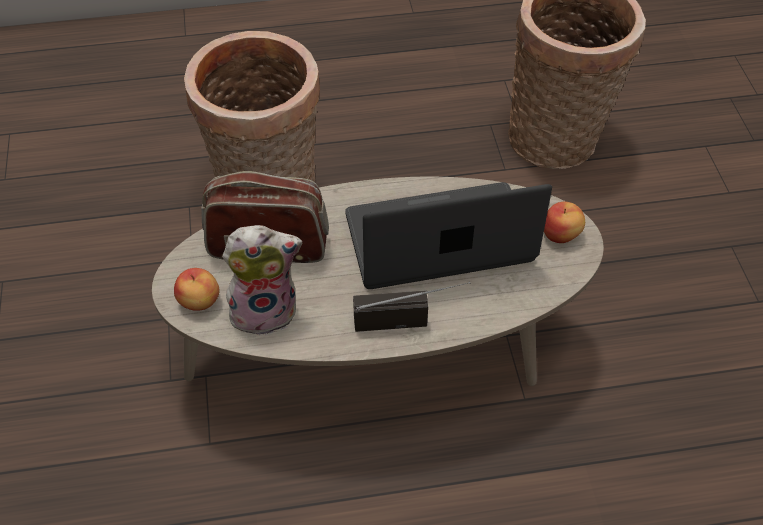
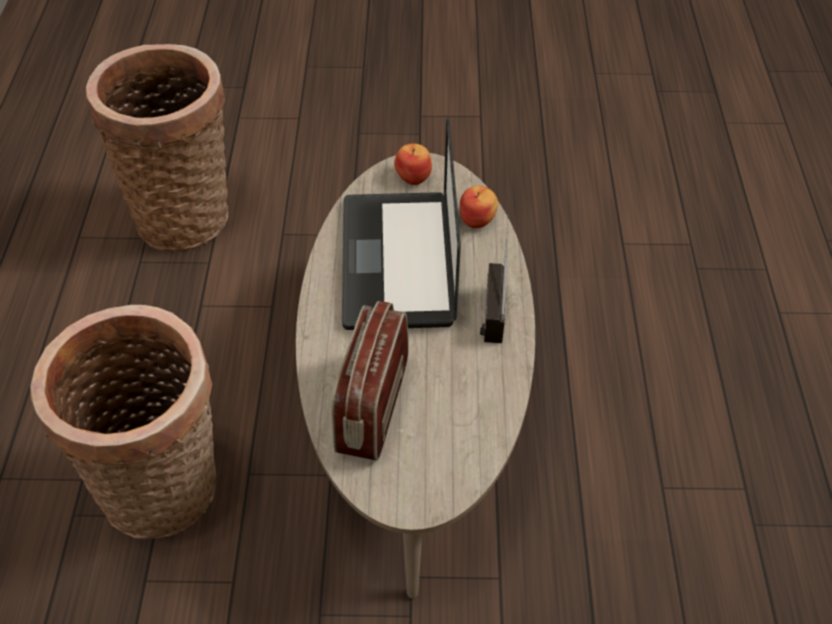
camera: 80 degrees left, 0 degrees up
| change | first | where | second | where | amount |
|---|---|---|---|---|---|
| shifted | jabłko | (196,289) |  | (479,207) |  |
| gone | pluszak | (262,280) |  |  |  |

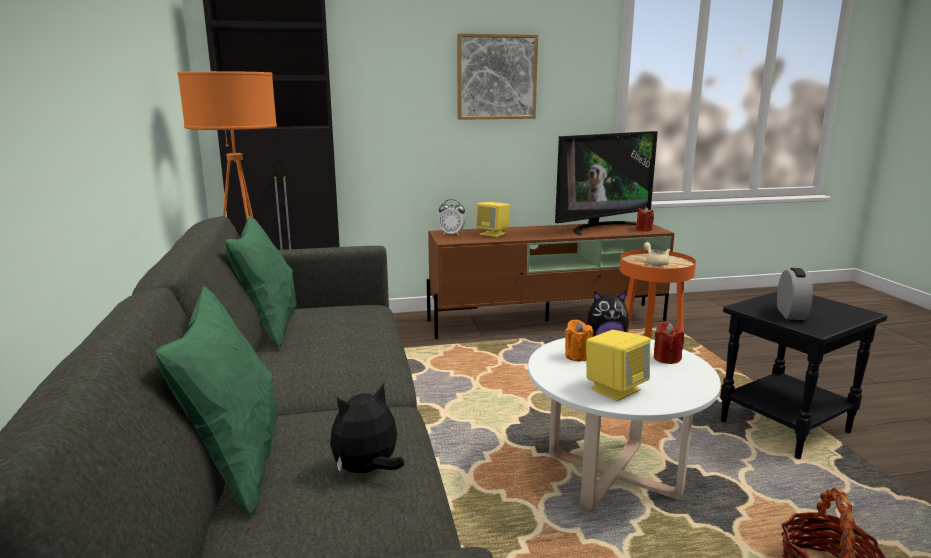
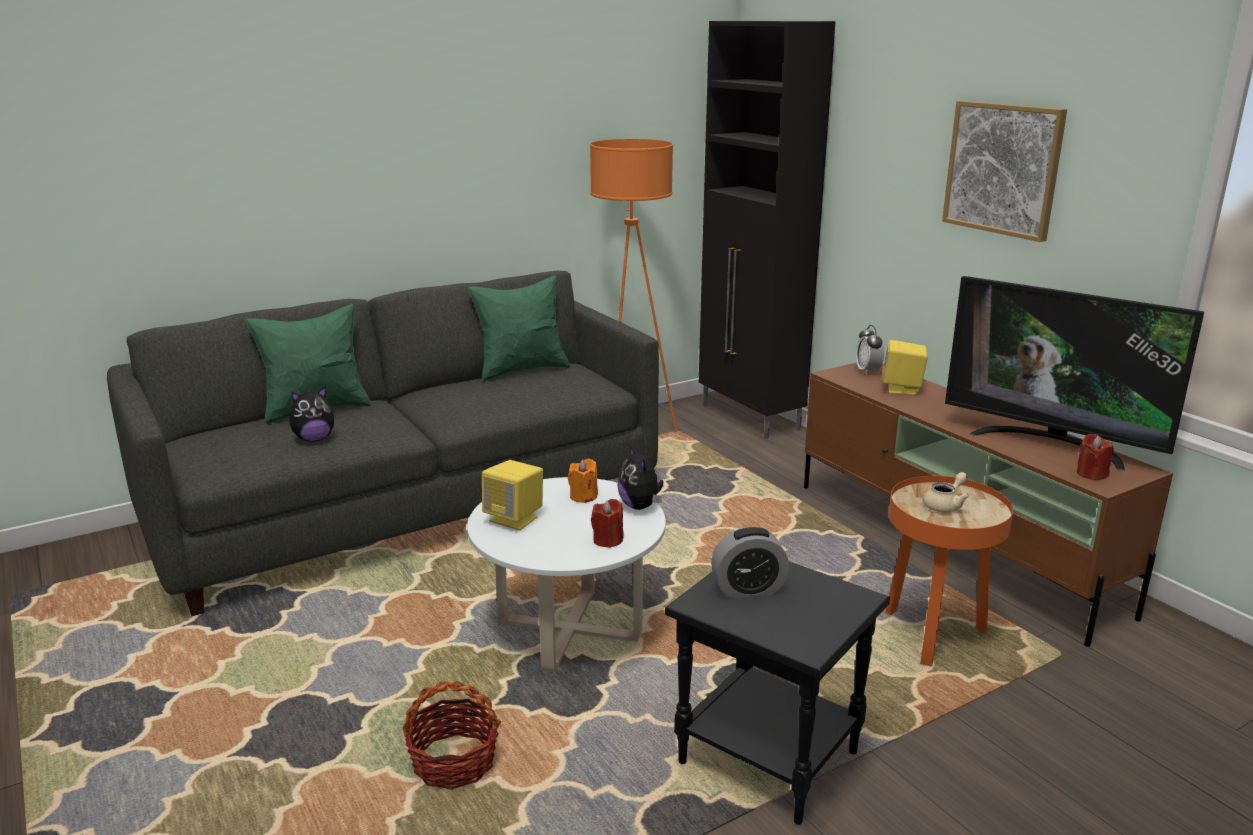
camera: 70 degrees right, 5 degrees up
| change | first | where | second | where | amount |
|---|---|---|---|---|---|
| rotated | pluszak | (367,428) |  | (313,414) | 120 degrees clockwise |

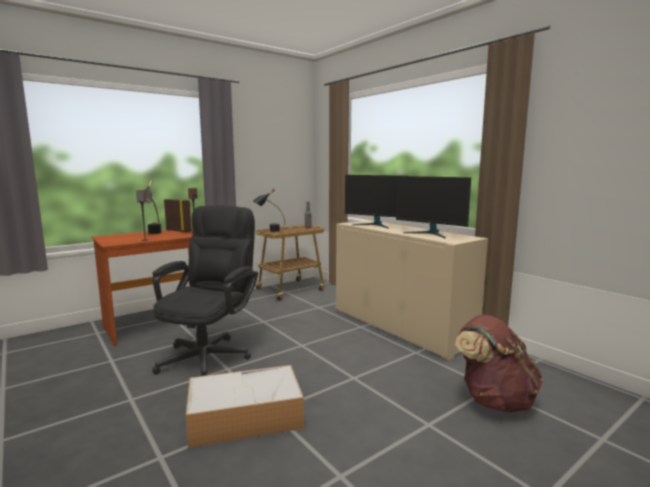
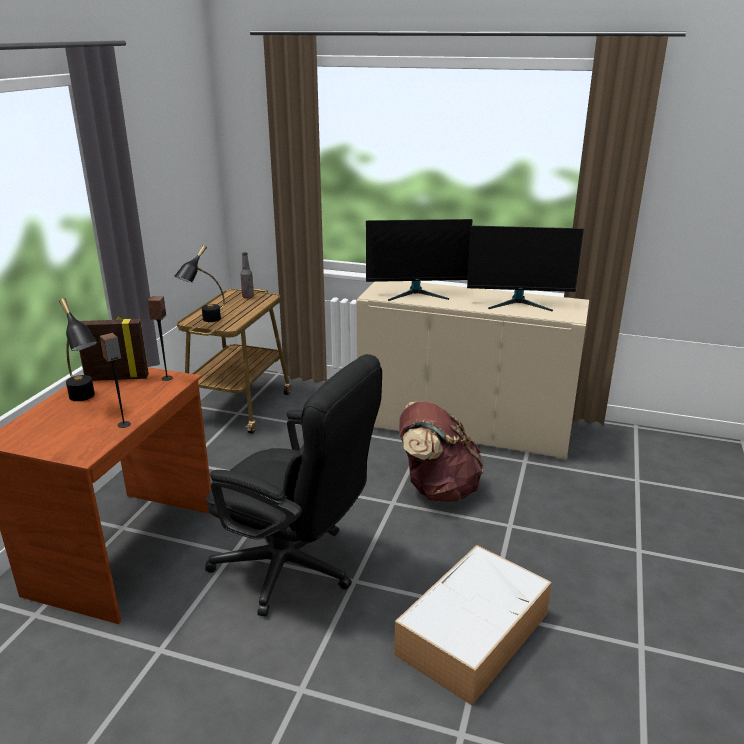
camera: 35 degrees left, 15 degrees up
| change | first | where | second | where | amount |
|---|---|---|---|---|---|
| rotated | krzesło biurowe (czarny) | (205,290) |  | (293,485) | 135 degrees clockwise |
| shifted | plecak (brązowy) | (499,363) |  | (441,451) |  |

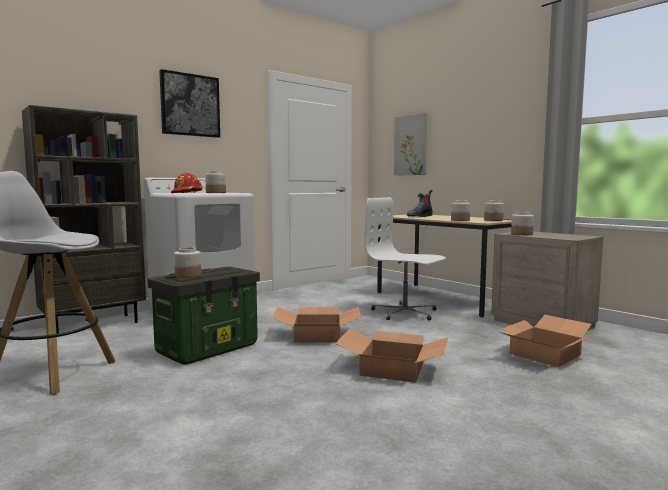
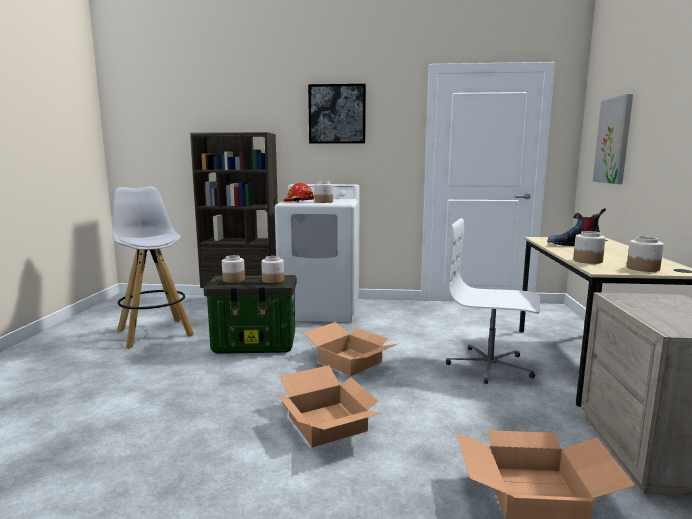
camera: 45 degrees right, 5 degrees up
| change | first | where | second | where | amount |
|---|---|---|---|---|---|
| shifted | słoik | (522,223) |  | (272,269) |  |
| rotated | krzesło biurowe (biały) | (405,258) |  | (493,301) | 60 degrees counterclockwise |

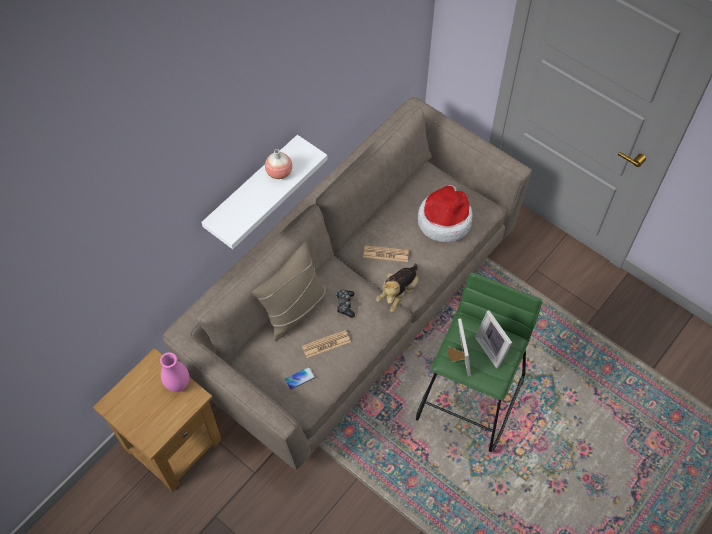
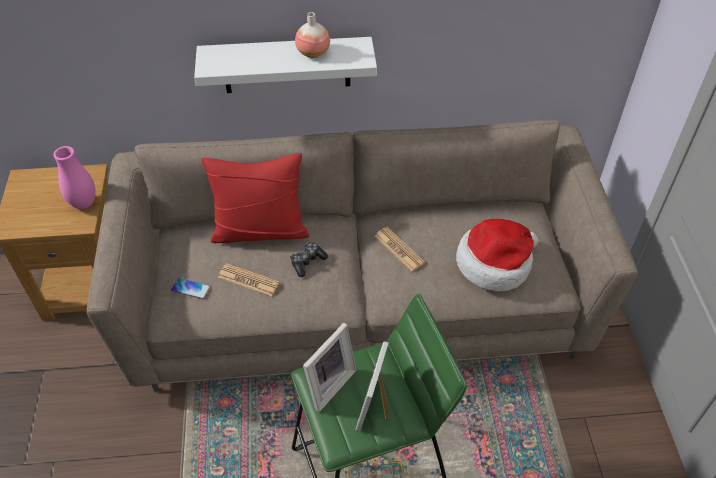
camera: 45 degrees right, 10 degrees down
| change | first | where | second | where | amount |
|---|---|---|---|---|---|
| repainted | poduszka (beżowy) | (290,291) | poduszka (czerwony) | (255,198) |  |
| gone | pluszak | (397,288) |  |  |  |

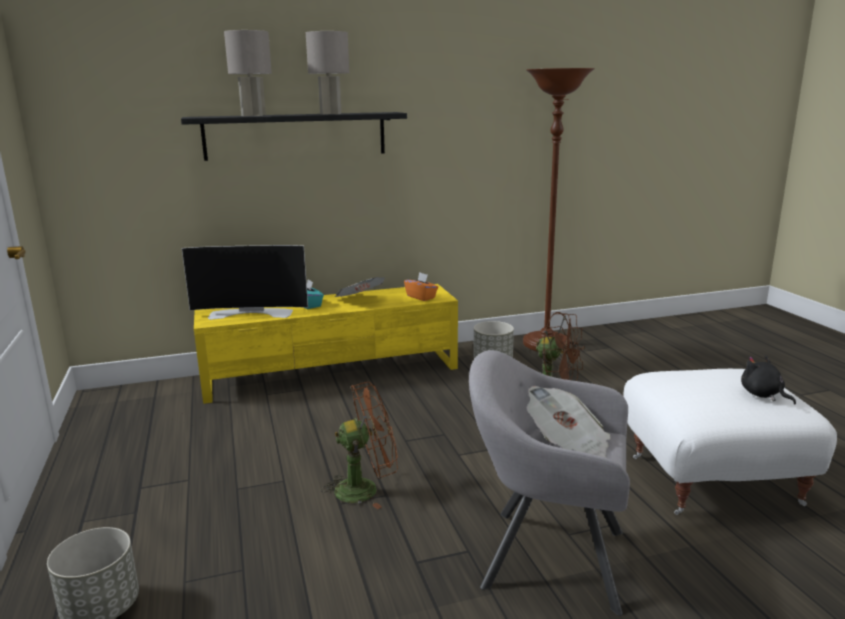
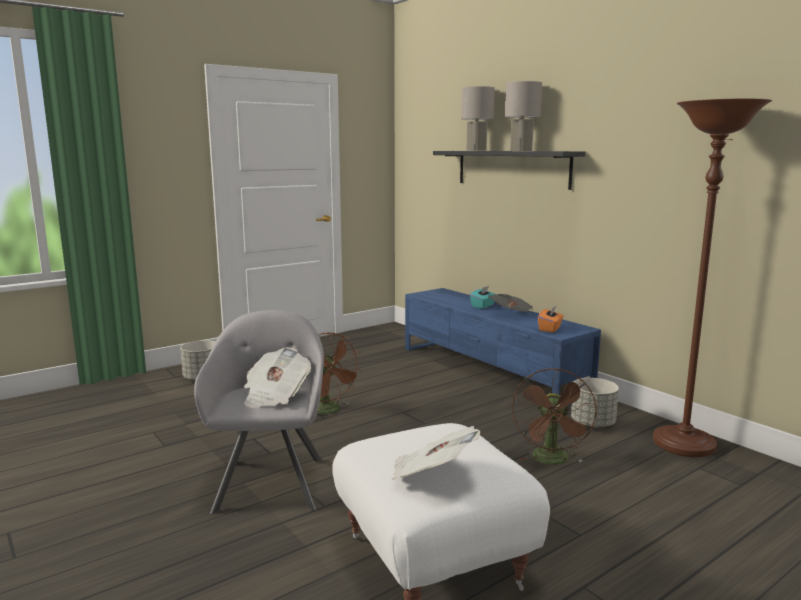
camera: 70 degrees right, 5 degrees down
| change | first | where | second | where | amount |
|---|---|---|---|---|---|
| swapped | pluszak (czarny) | (768,380) | gazeta | (436,453) |  |
| repainted | szafka pod telewizor (żółty) | (326,344) | szafka pod telewizor (niebieski) | (503,347) |  |
| gone | telewizor | (245,282) |  |  |  |

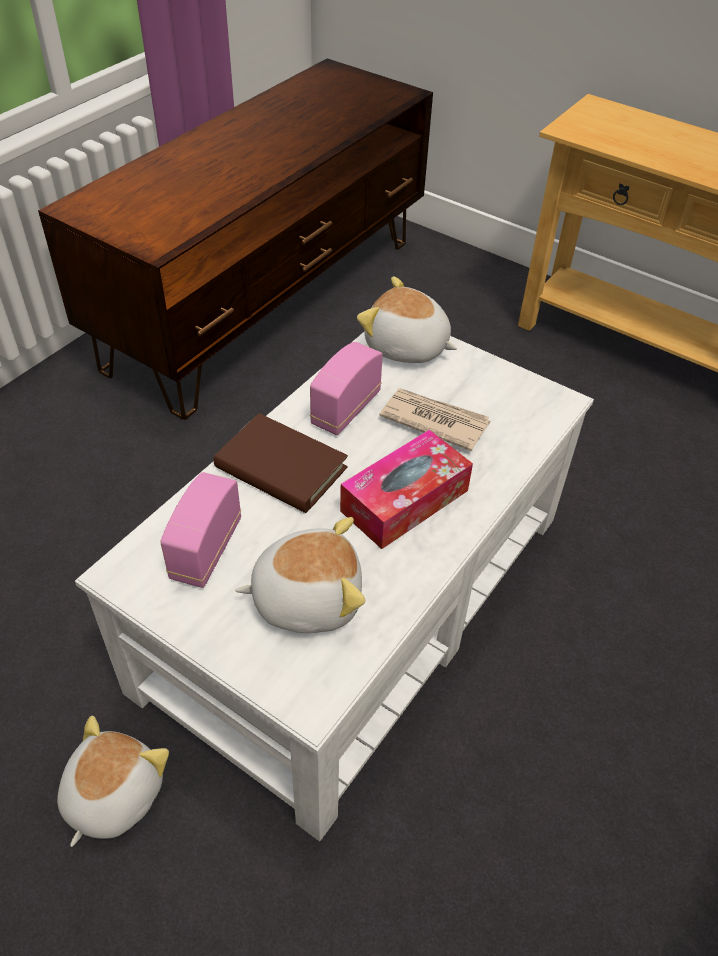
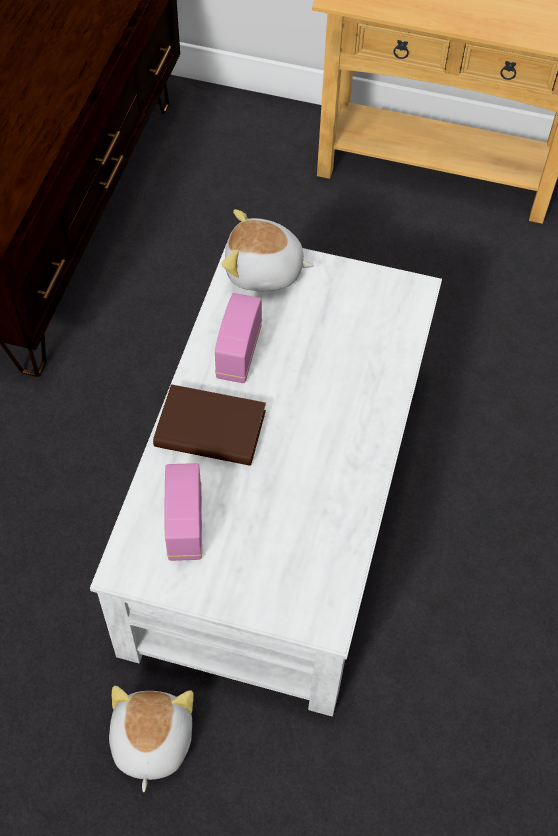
camera: 20 degrees left, 10 degrees up
| change | first | where | second | where | amount |
|---|---|---|---|---|---|
| gone | pluszak | (300,575) |  |  |  |
| gone | pudełko chusteczek | (406,489) |  |  |  |
| gone | gazeta | (434,419) |  |  |  |

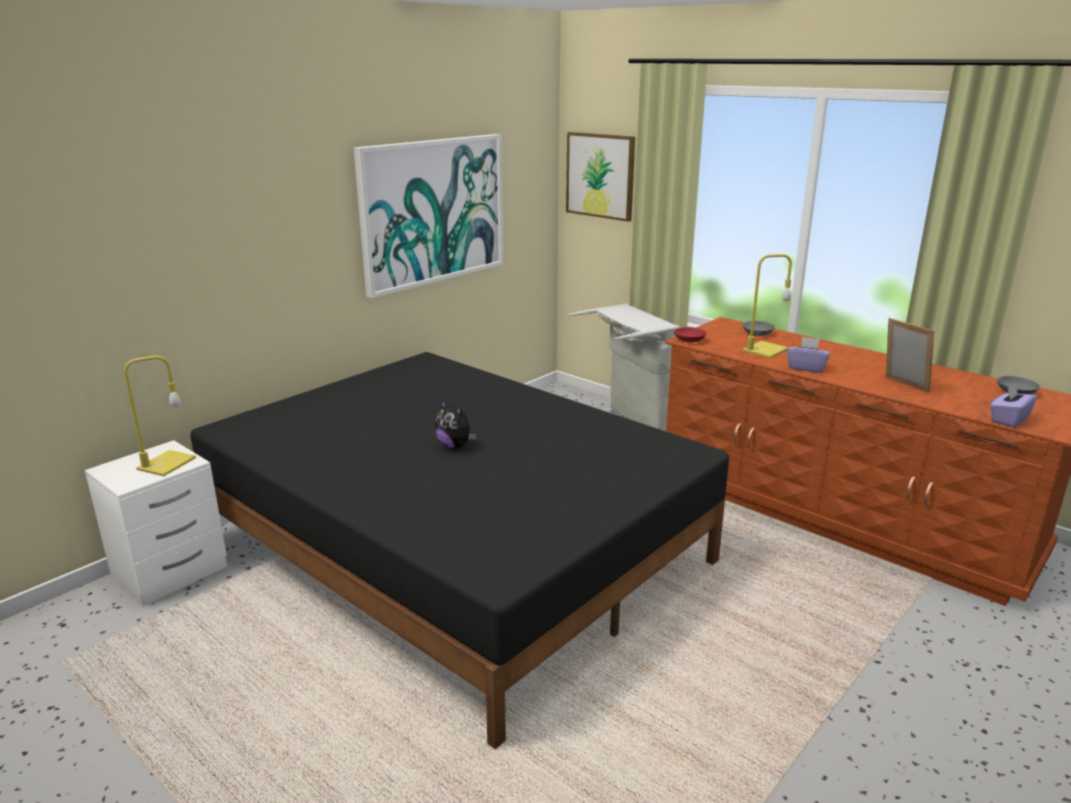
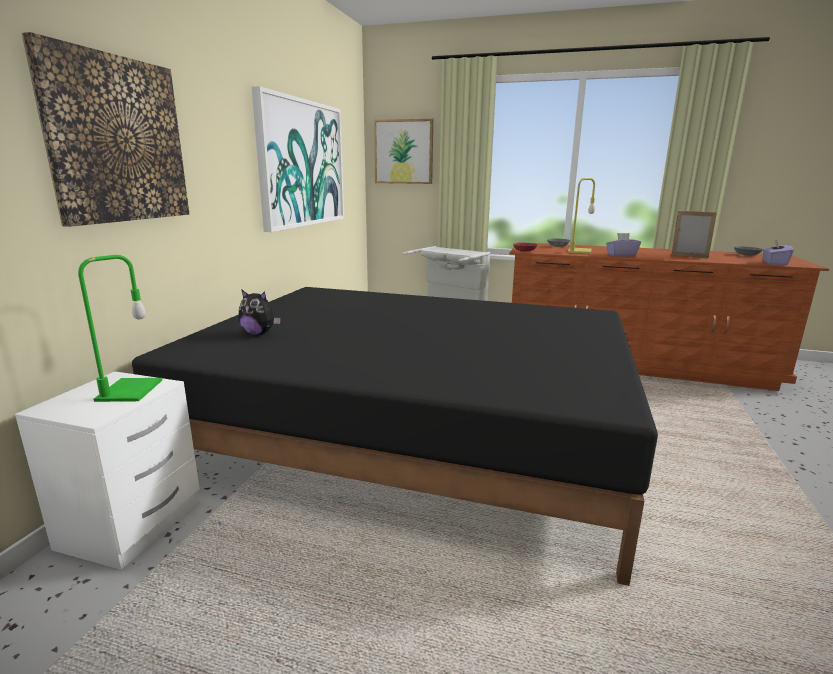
camera: 25 degrees left, 5 degrees down
| change | first | where | second | where | amount |
|---|---|---|---|---|---|
| new |  |  | obraz | (105,129) |  |
| repainted | lampa stołowa (żółty) | (160,416) | lampa stołowa (zielony) | (120,328) |  |
| shifted | pluszak | (455,424) |  | (259,312) |  |

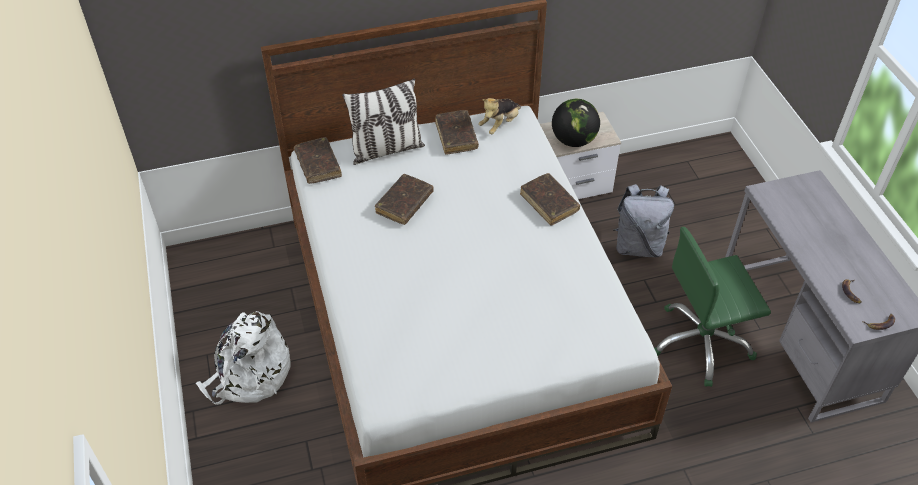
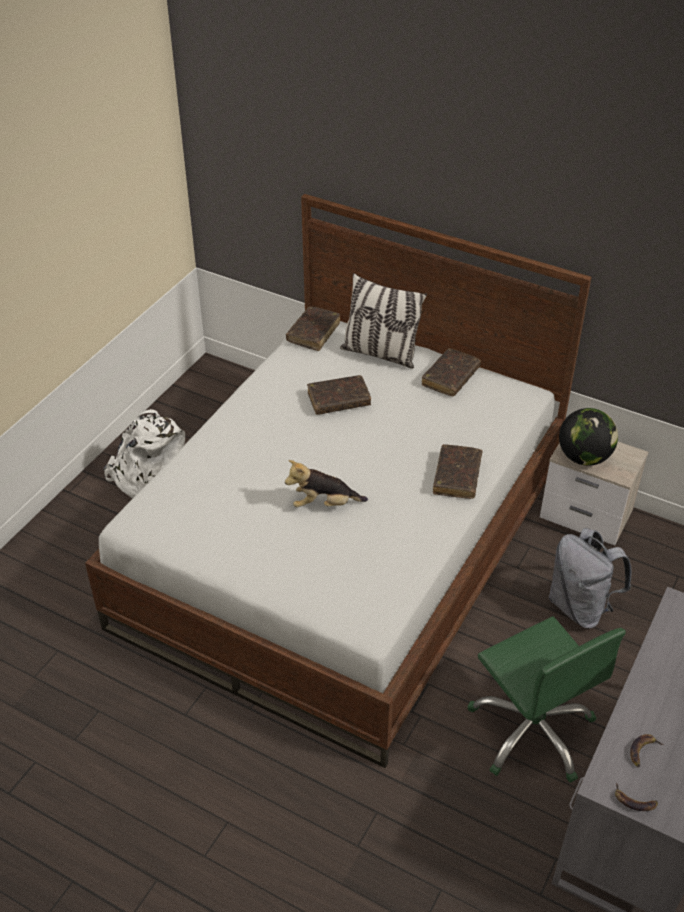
camera: 45 degrees right, 5 degrees down
| change | first | where | second | where | amount |
|---|---|---|---|---|---|
| shifted | pluszak | (499,116) |  | (326,483) |  |
| rotated | krzesło biurowe (zielony) | (712,307) |  | (546,699) | 150 degrees counterclockwise |

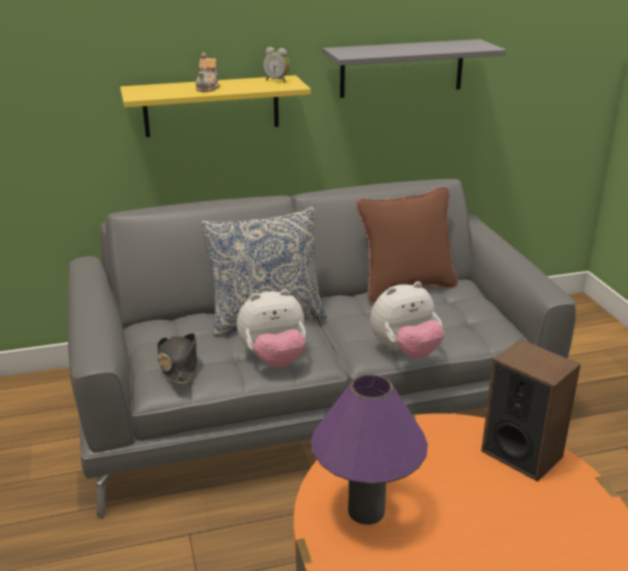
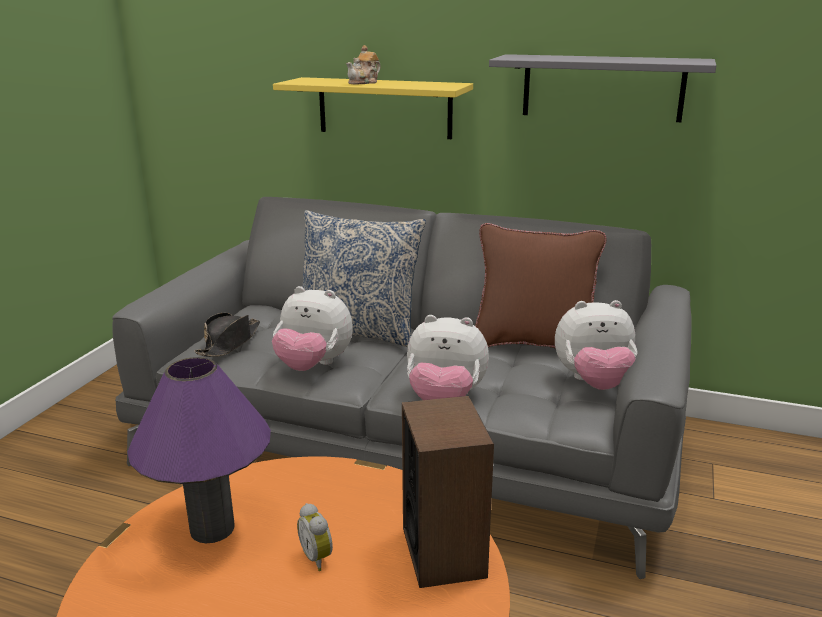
camera: 35 degrees right, 5 degrees down
| change | first | where | second | where | amount |
|---|---|---|---|---|---|
| shifted | budzik | (276,65) |  | (315,537) |  |
| new |  |  | pluszak | (596,345) |  |

